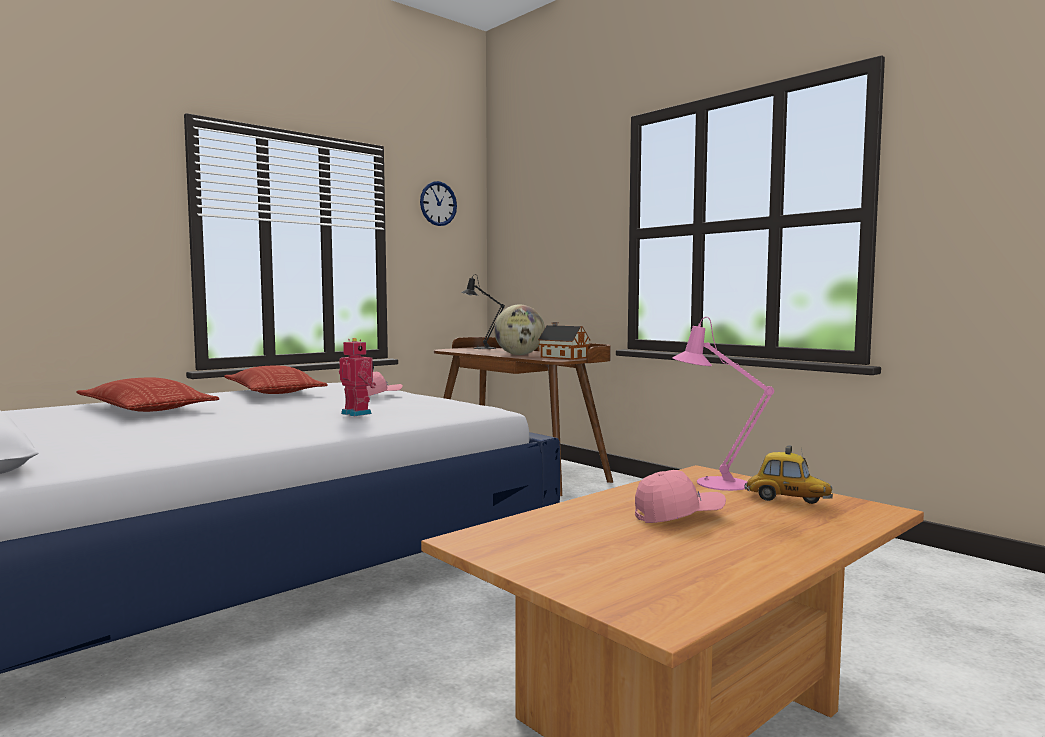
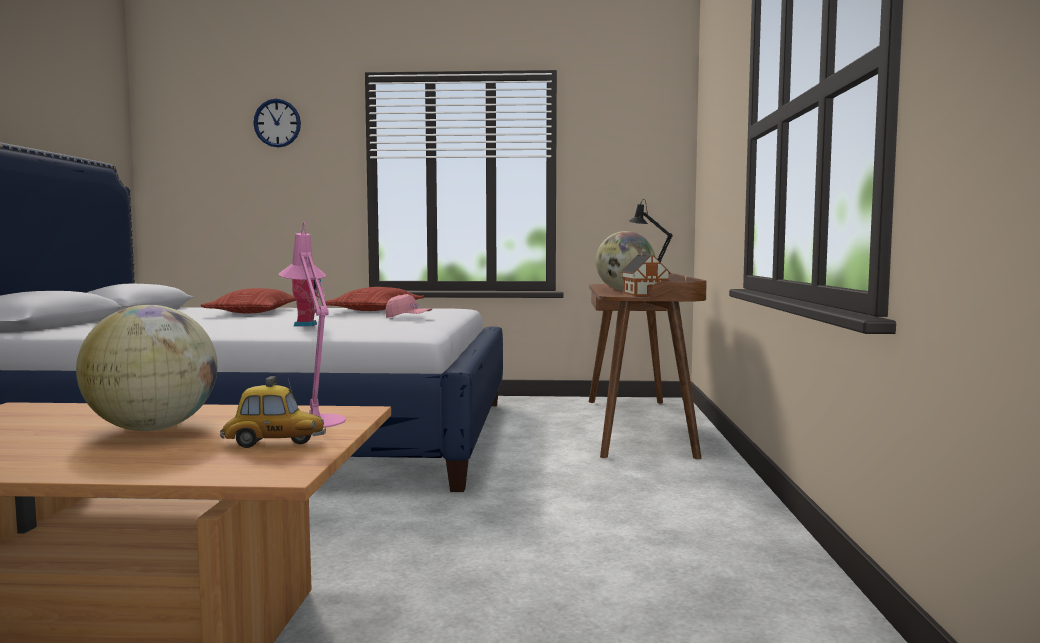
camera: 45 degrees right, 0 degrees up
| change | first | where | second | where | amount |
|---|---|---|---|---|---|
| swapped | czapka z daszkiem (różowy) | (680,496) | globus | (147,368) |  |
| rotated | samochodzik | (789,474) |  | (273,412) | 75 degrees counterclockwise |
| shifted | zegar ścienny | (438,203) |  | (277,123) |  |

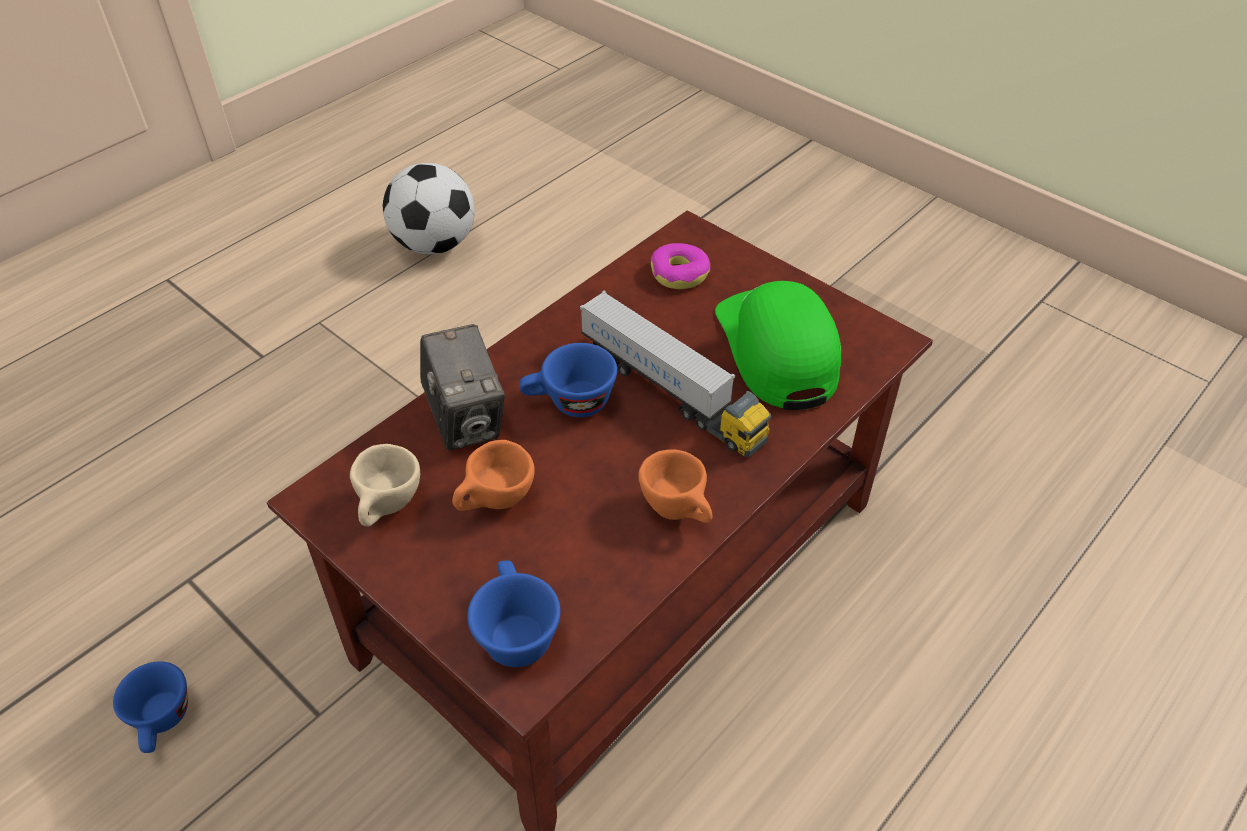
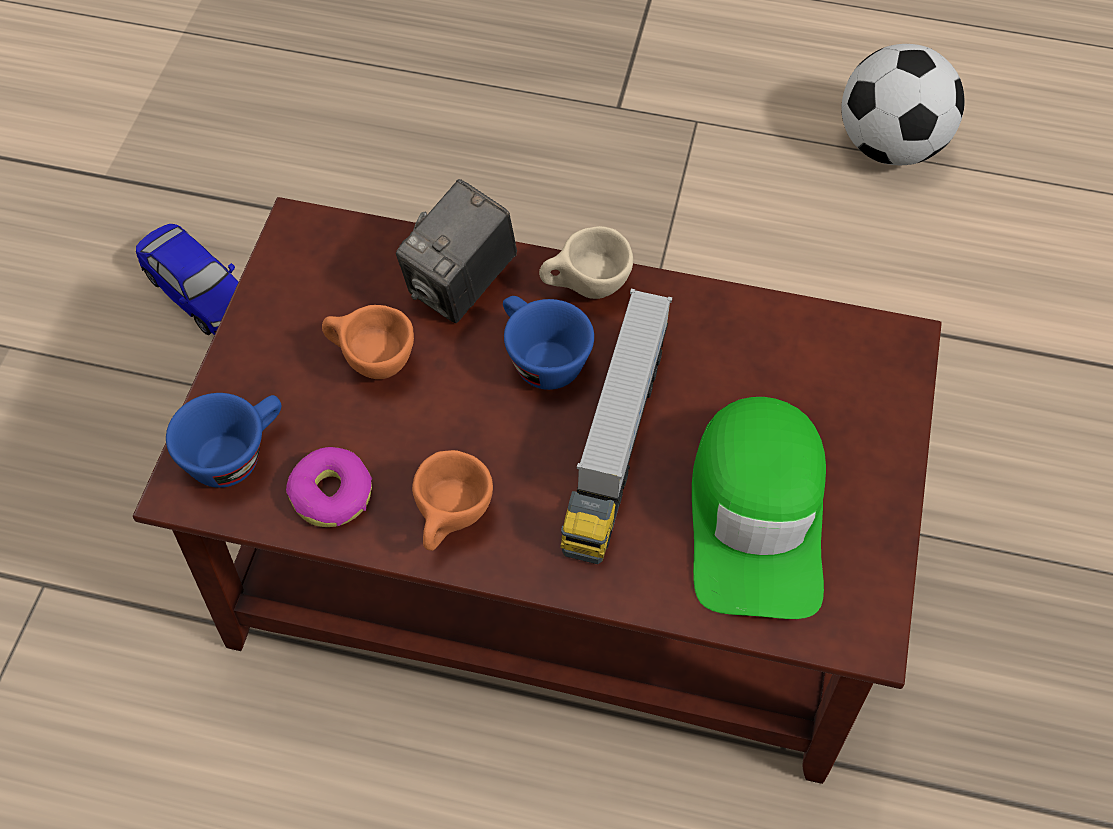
camera: 60 degrees right, 10 degrees up
| change | first | where | second | where | amount |
|---|---|---|---|---|---|
| swapped | filiżanka (niebieski) | (150,707) | samochodzik | (187,279) |  |
| shifted | donut | (680,266) |  | (329,487) |  |
| shifted | filiżanka (beżowy) | (385,485) |  | (586,262) |  |
| rotated | czapka z daszkiem (zielony) | (778,345) |  | (759,508) | 135 degrees clockwise |

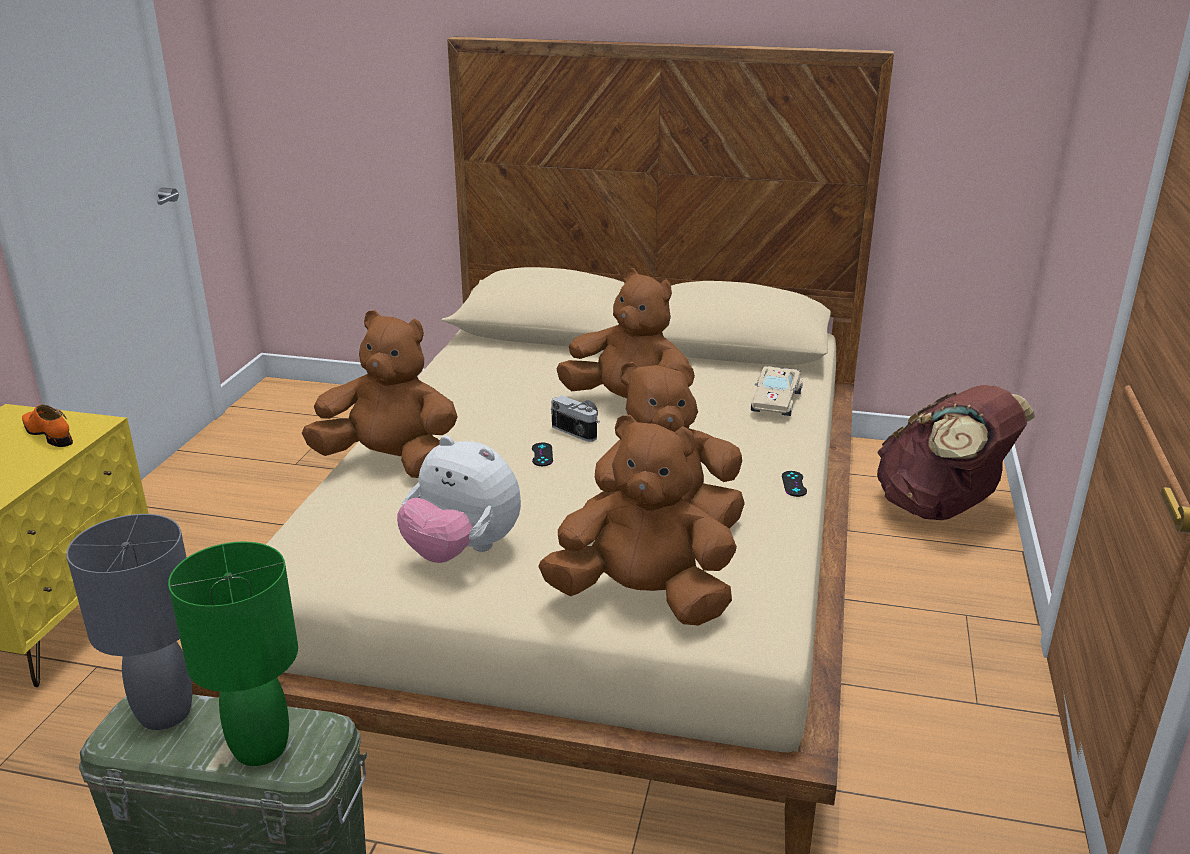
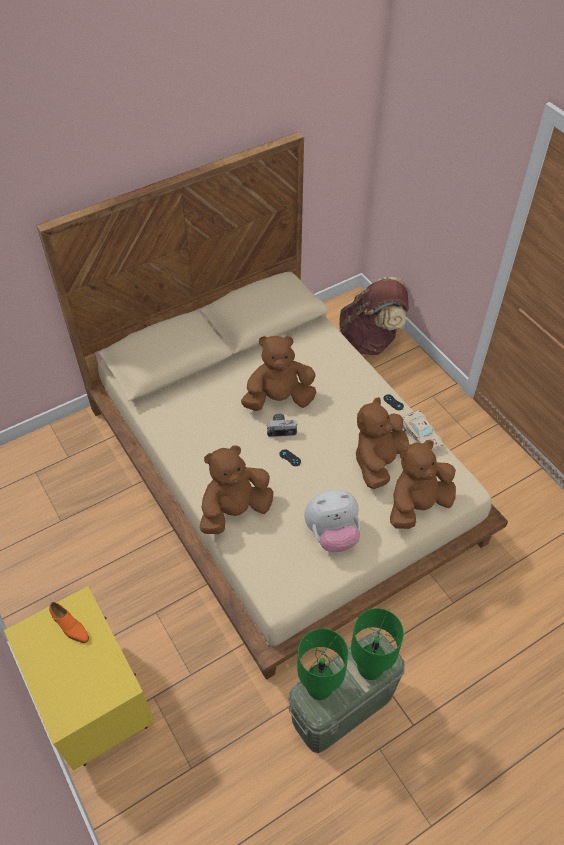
camera: 45 degrees left, 25 degrees up
| change | first | where | second | where | amount |
|---|---|---|---|---|---|
| rotated | but (pomarańczowy) | (47,425) |  | (69,622) | 135 degrees counterclockwise |
| repainted | lampa stołowa (szary) | (129,622) | lampa stołowa (zielony) | (323,664) |  |
| shifted | samochodzik (beżowy) | (777,391) |  | (423,430) |  |

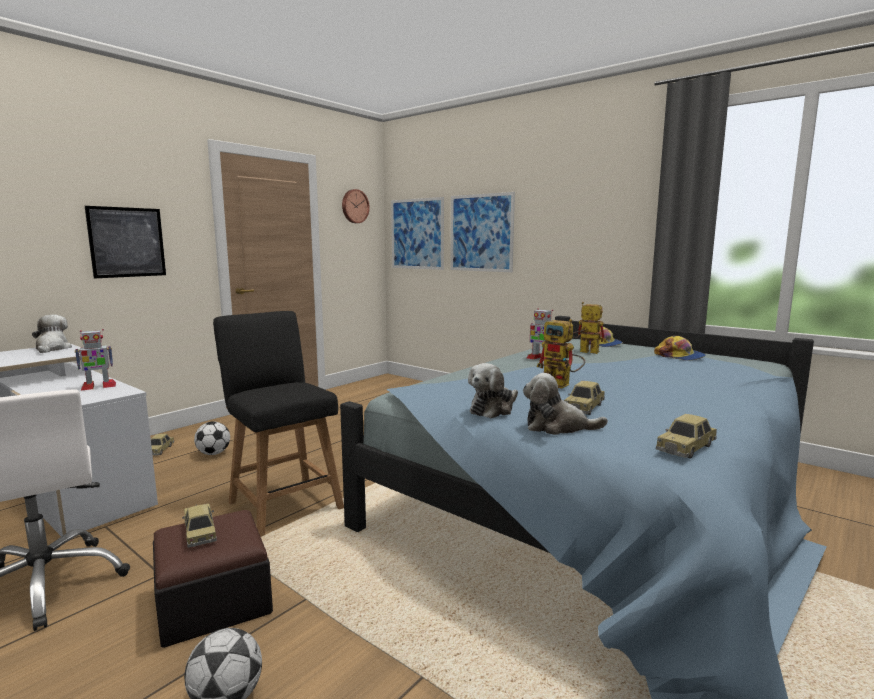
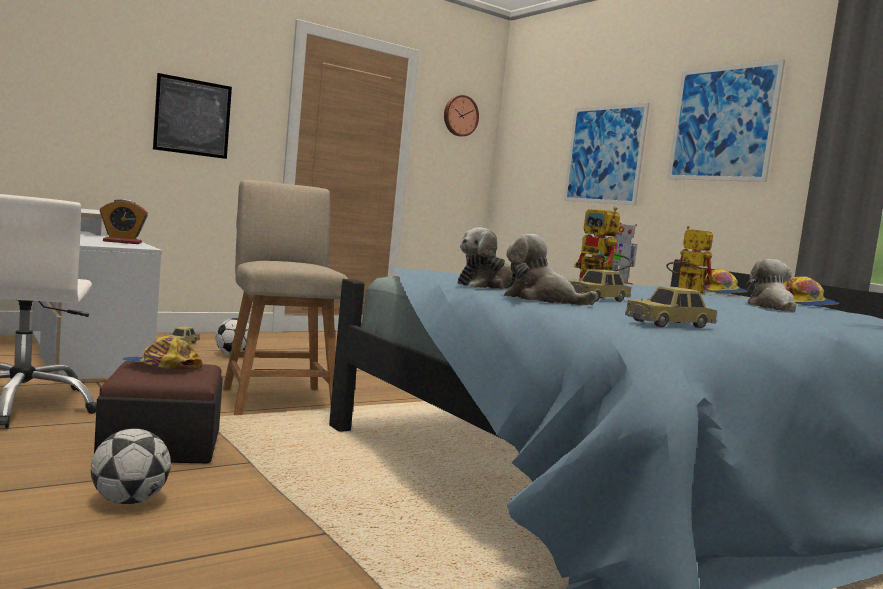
camera: 15 degrees right, 5 degrees down
| change | first | where | second | where | amount |
|---|---|---|---|---|---|
| swapped | robot zabawkowy | (95,359) | budzik | (124,221) |  |
| swapped | samochodzik | (199,526) | czapka z daszkiem | (162,352) |  |
| repainted | krzesło (czarny) | (278,424) | krzesło (beżowy) | (285,297) |  |
| shifted | obraz | (417,233) |  | (726,120) |  |
| shifted | pluszak | (52,333) |  | (771,285) |  |

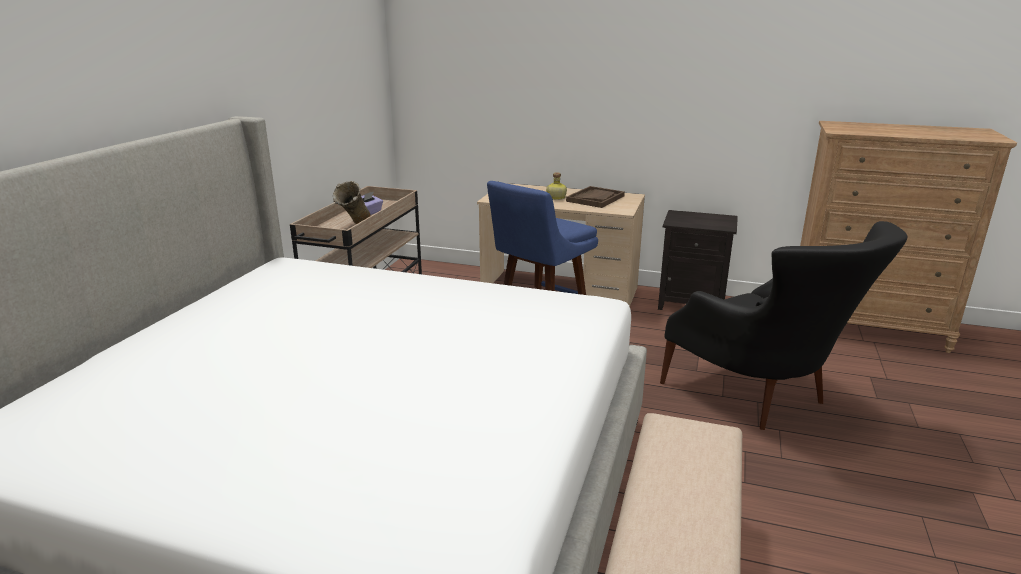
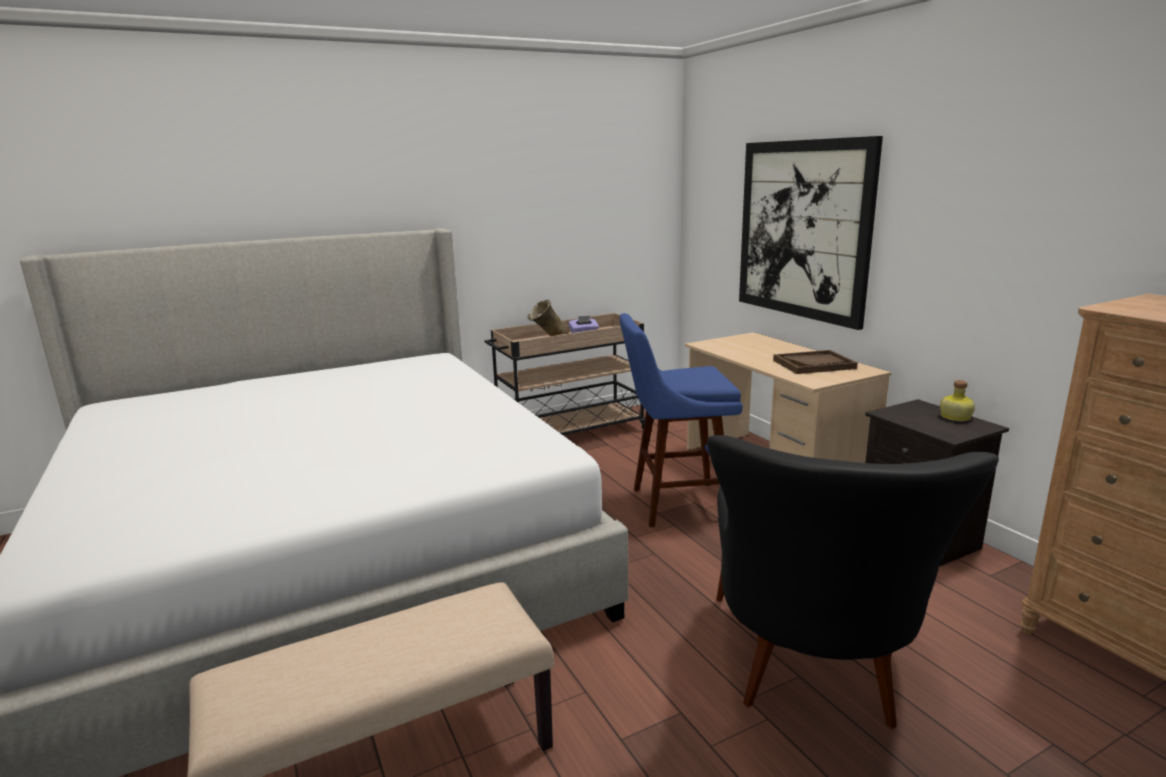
camera: 45 degrees right, 5 degrees down
| change | first | where | second | where | amount |
|---|---|---|---|---|---|
| new |  |  | obraz | (811,233) |  |
| shifted | butelka | (556,186) |  | (957,400) |  |

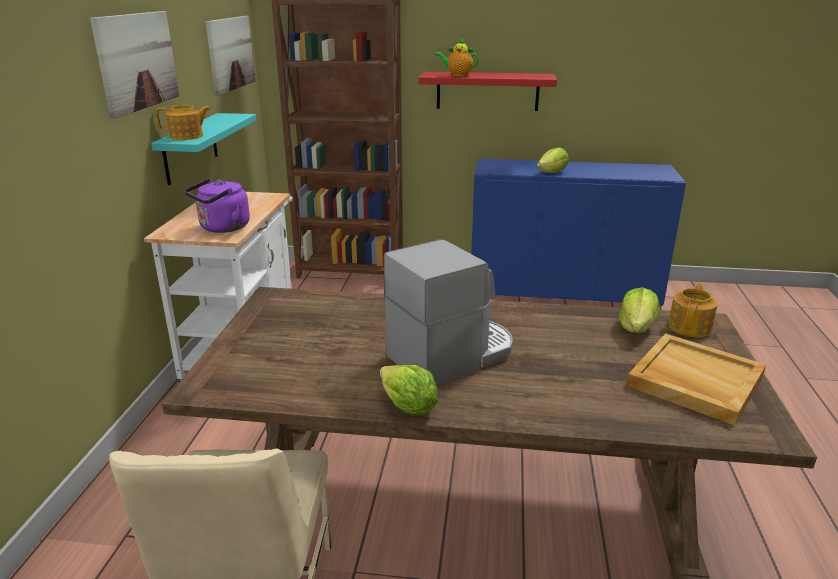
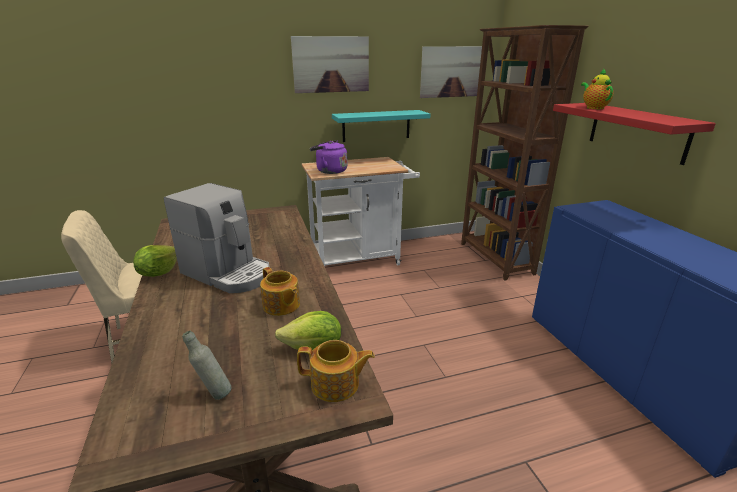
camera: 65 degrees right, 0 degrees up
| change | first | where | second | where | amount |
|---|---|---|---|---|---|
| swapped | taca (beżowy) | (696,379) | butelka (szary) | (207,365) |  |
| shifted | imbryk | (183,122) |  | (280,291) |  |
| gone | sałata | (553,160) |  |  |  |

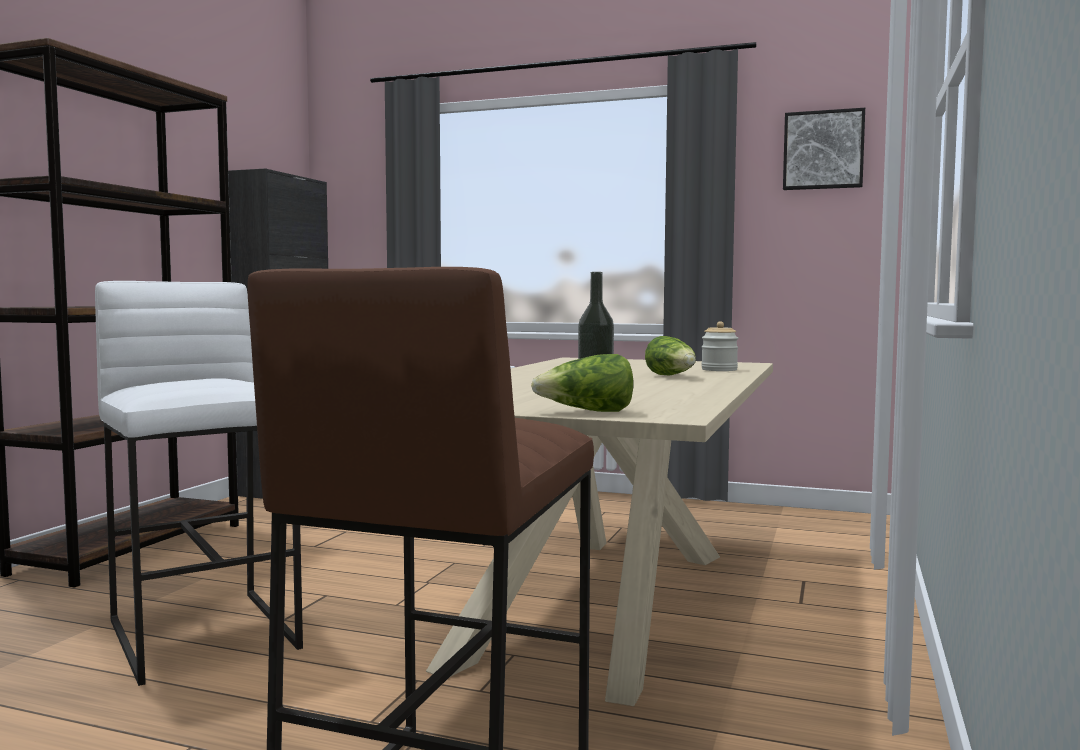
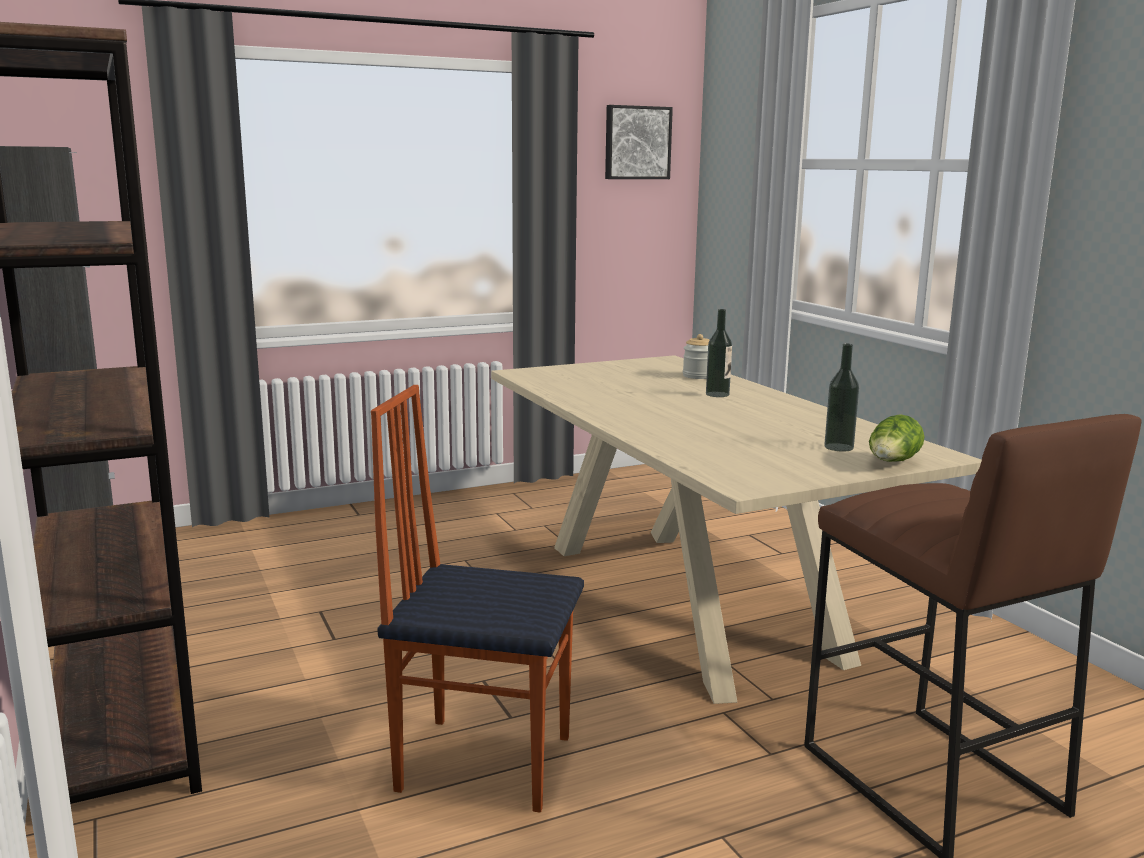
camera: 45 degrees left, 10 degrees up
| change | first | where | second | where | amount |
|---|---|---|---|---|---|
| swapped | stołek (biały) | (199,483) | krzesło | (477,599) |  |
| swapped | sałata | (670,355) | butelka | (719,353) |  |

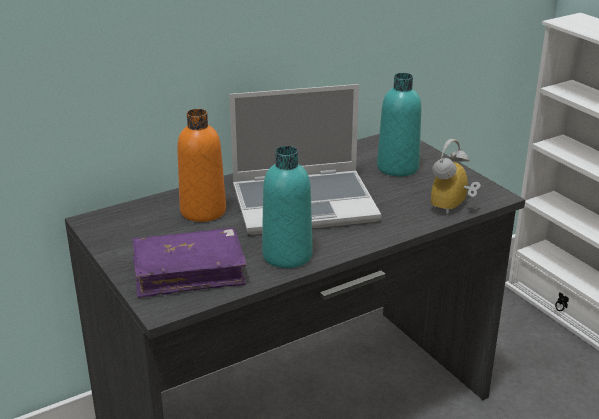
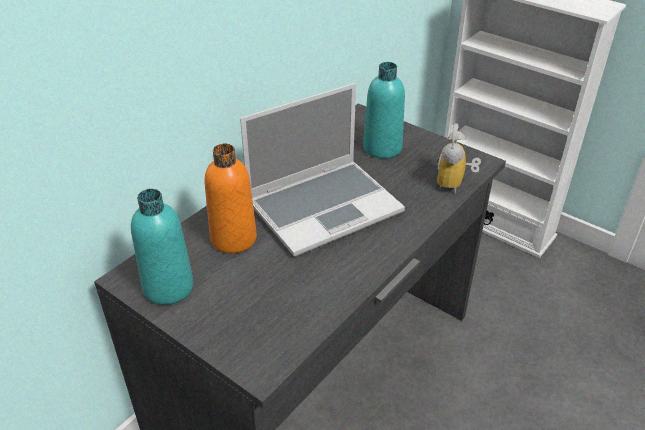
camera: 20 degrees left, 10 degrees up
| change | first | where | second | where | amount |
|---|---|---|---|---|---|
| shifted | butelka (turkusowy) | (287,207) |  | (162,247) |  |
| gone | książka (fioletowy) | (189,262) |  |  |  |

